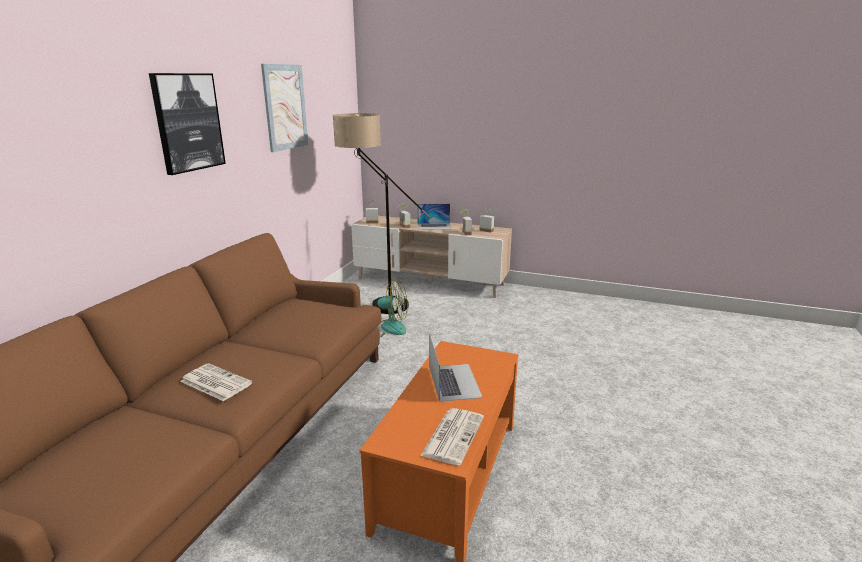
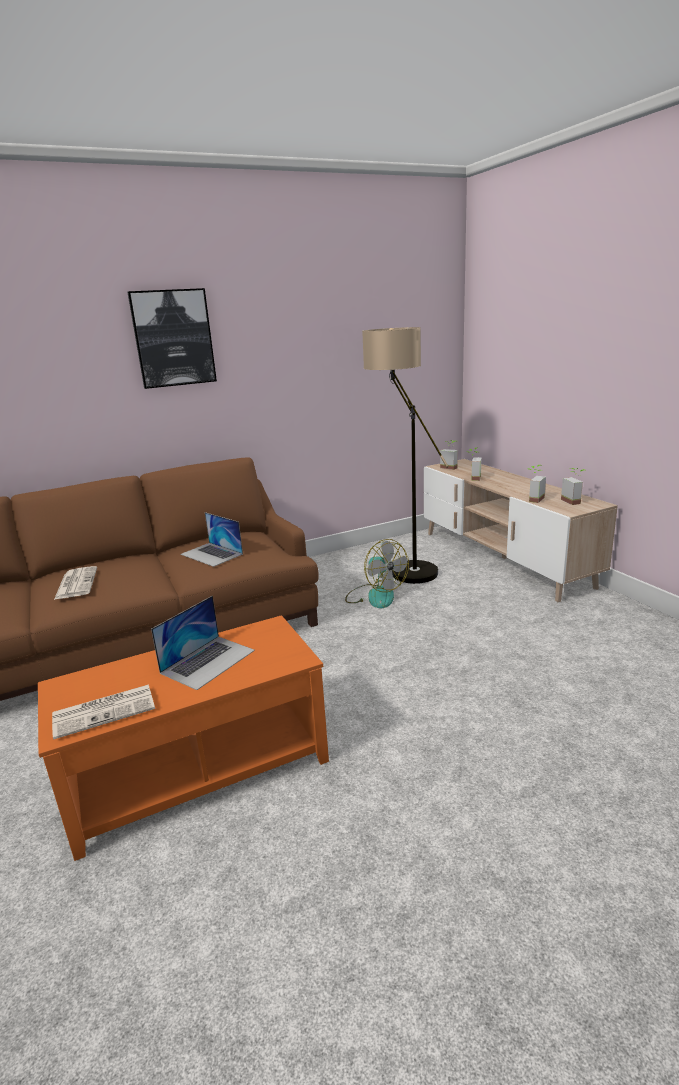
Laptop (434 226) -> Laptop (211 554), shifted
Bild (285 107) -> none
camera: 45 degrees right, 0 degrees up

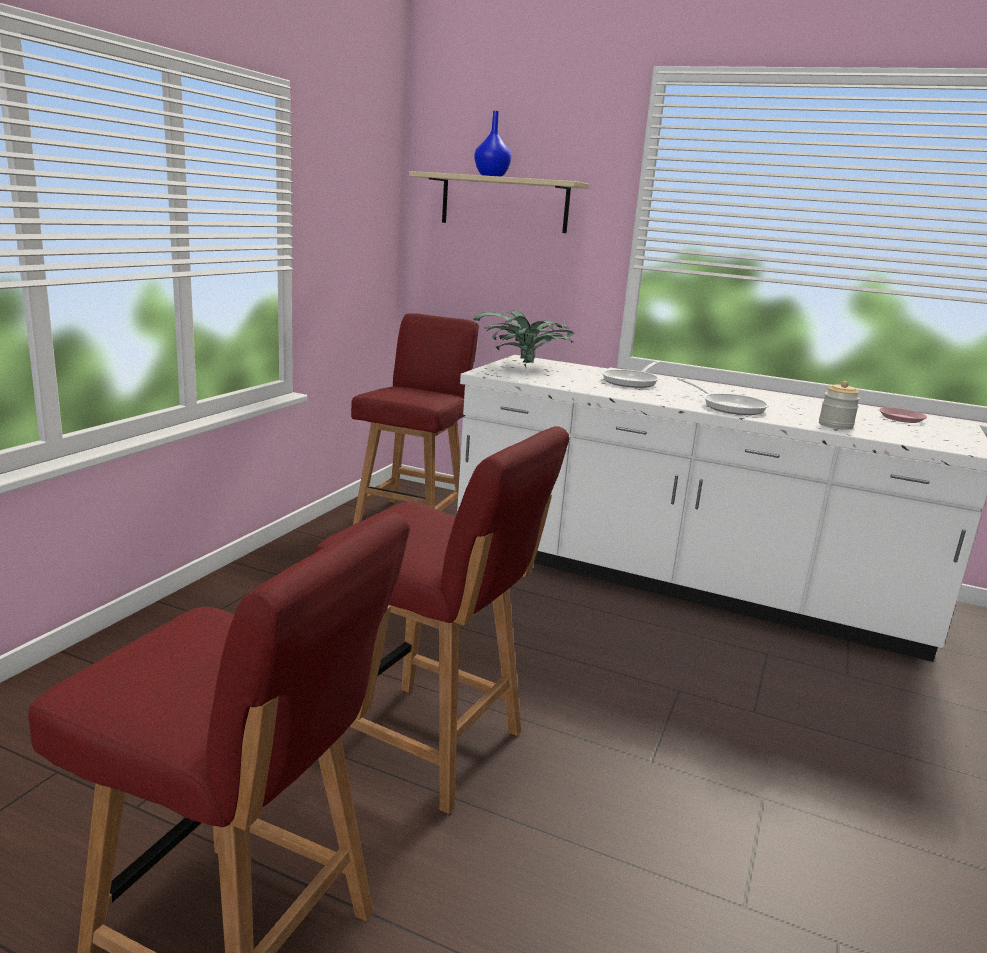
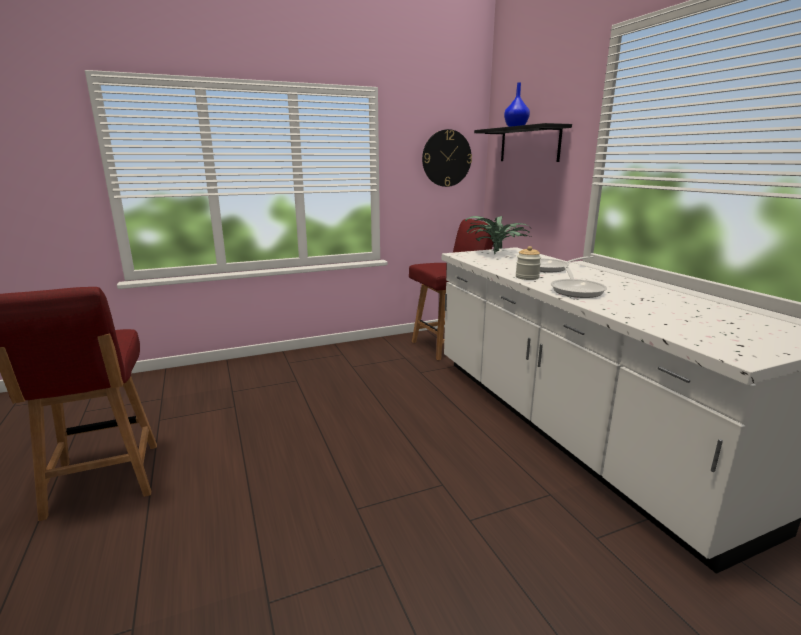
none -> Wanduhr (446 158)
Wandregal [beige] (504 203) -> Wandregal [schwarz] (529 144)
Vorratsglas (835 425) -> Vorratsglas (527 277), shifted
Stuhl [rot] (429 745) -> none
Teller [rosa] (901 418) -> none
camera: 45 degrees right, 0 degrees up

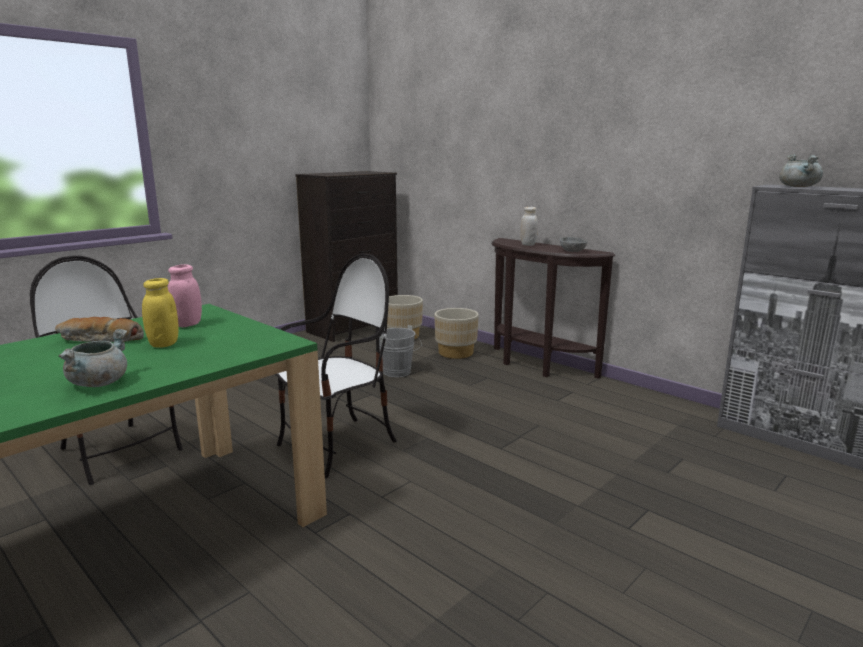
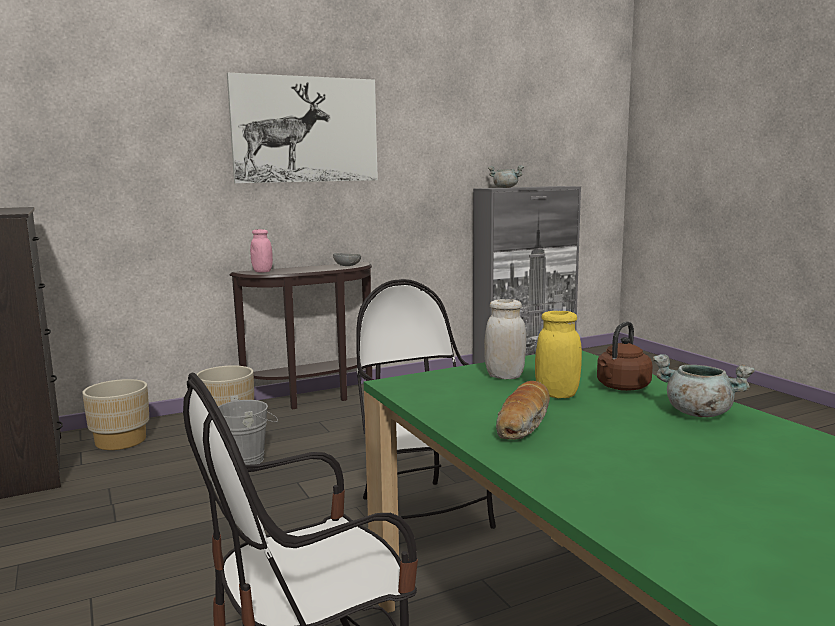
none -> Bild (305 130)
Vorratsglas [rosa] (187 324) -> Vorratsglas [rosa] (262 271), shifted
Vorratsglas [weiß] (528 245) -> Vorratsglas [weiß] (504 376), shifted
none -> Wasserkessel [braun] (621 387)
camera: 70 degrees left, 5 degrees down

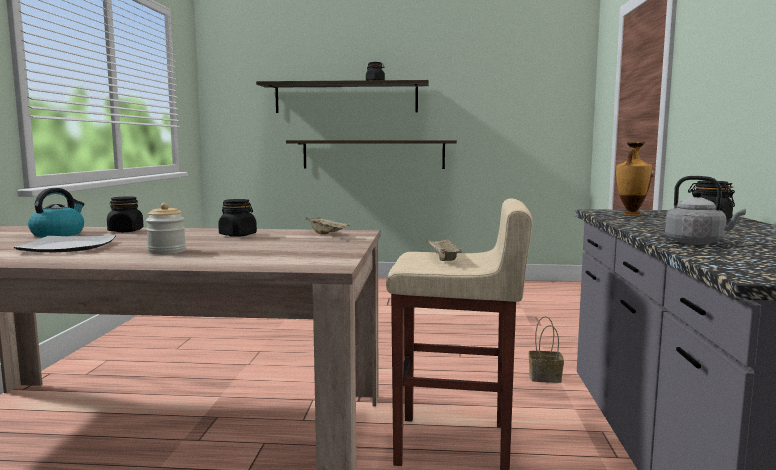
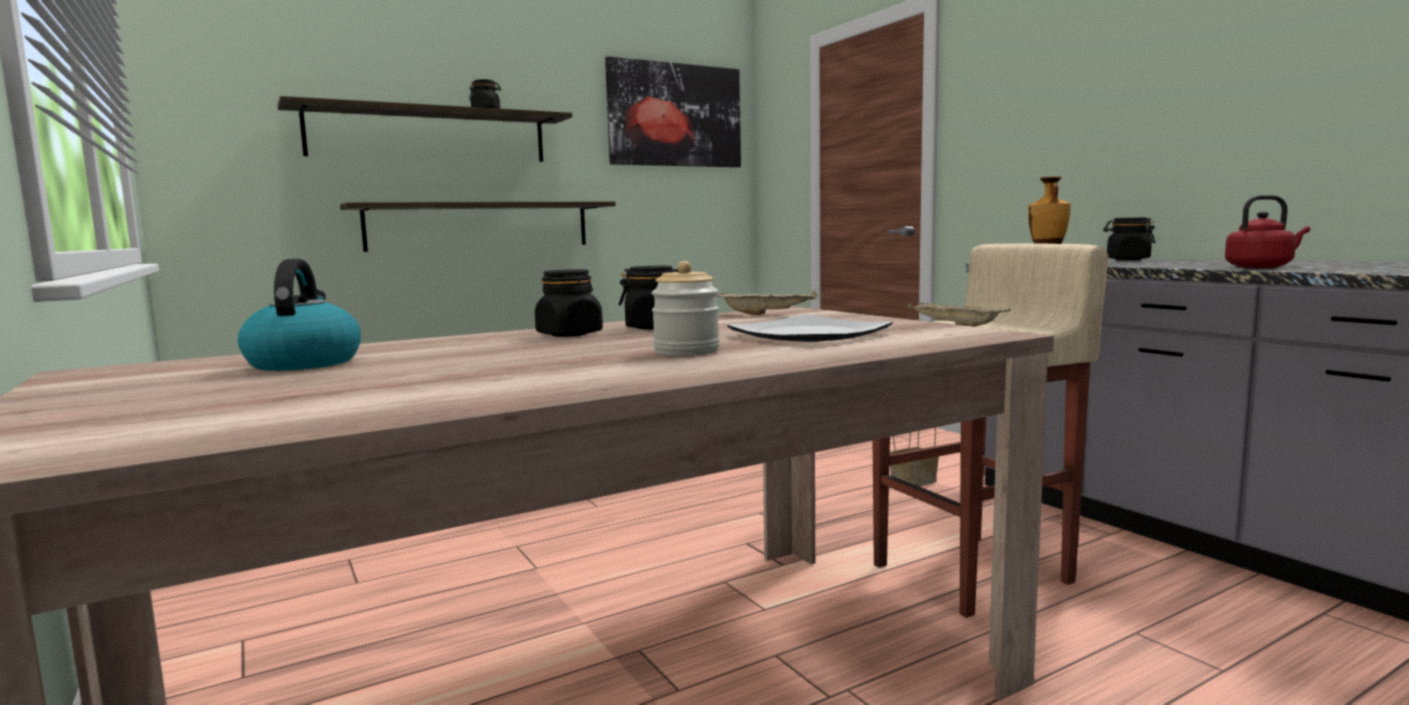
Vorratsglas [schwarz] (126 231) -> Vorratsglas [schwarz] (570 334), shifted
none -> Bild (675 115)
Teller (68 247) -> Teller (807 335), shifted
Wasserkessel [grau] (697 243) -> Wasserkessel [rot] (1261 267)
camera: 35 degrees left, 0 degrees up

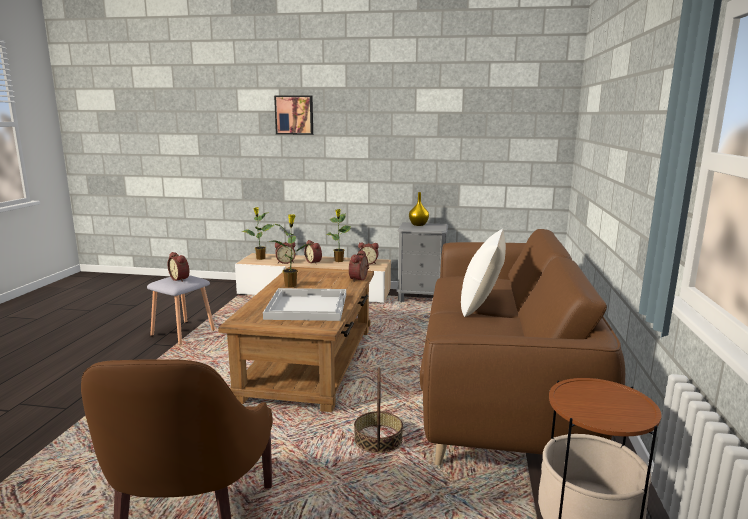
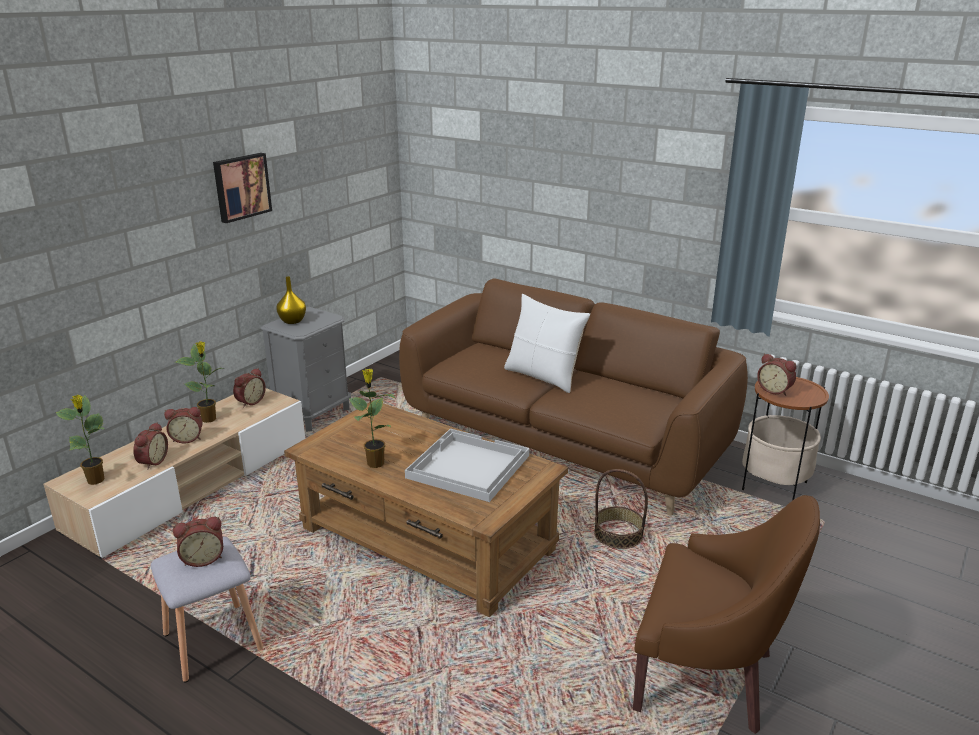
Bild (294 115) -> Bild (241 187), shifted
Wecker (360 279) -> Wecker (775 390), shifted
camera: 65 degrees left, 10 degrees up

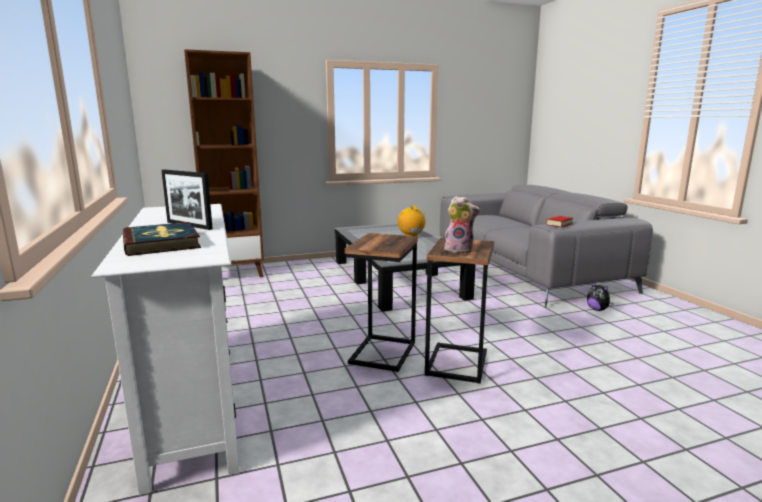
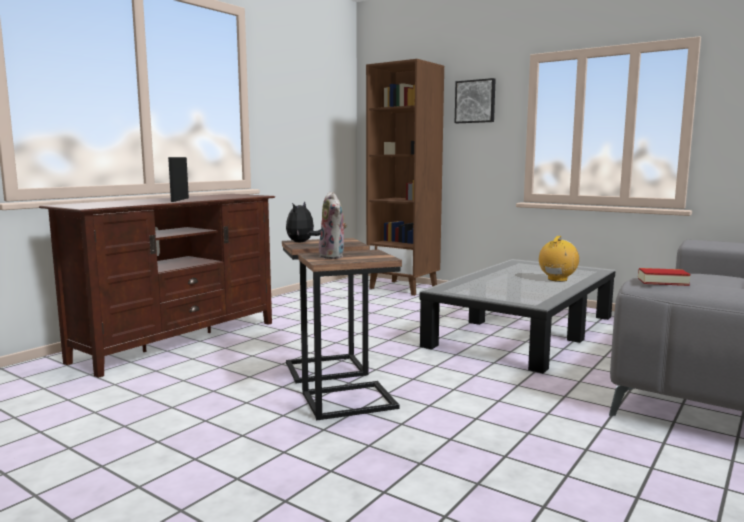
Fernsehschrank [weiß] (193 398) -> Fernsehschrank [braun] (178 341)
Plüschtier (597 309) -> Plüschtier (302 242), shifted
none -> Bild (475 101)
Buch (162 243) -> none
camera: 55 degrees right, 5 degrees down

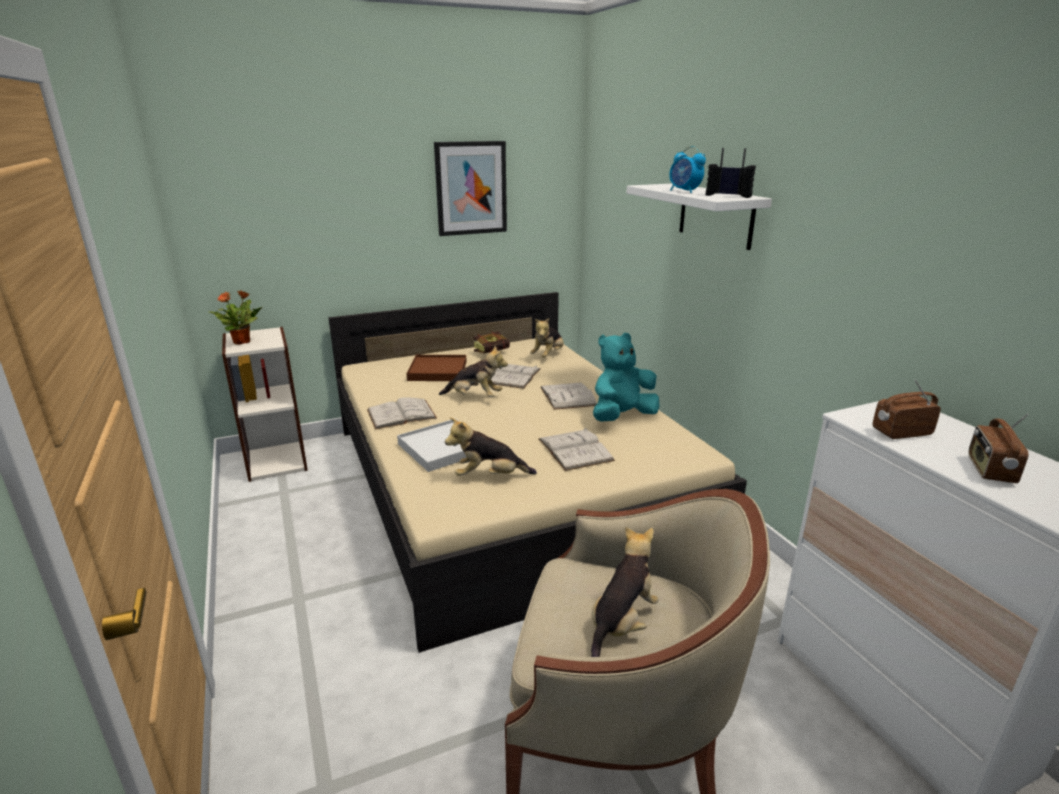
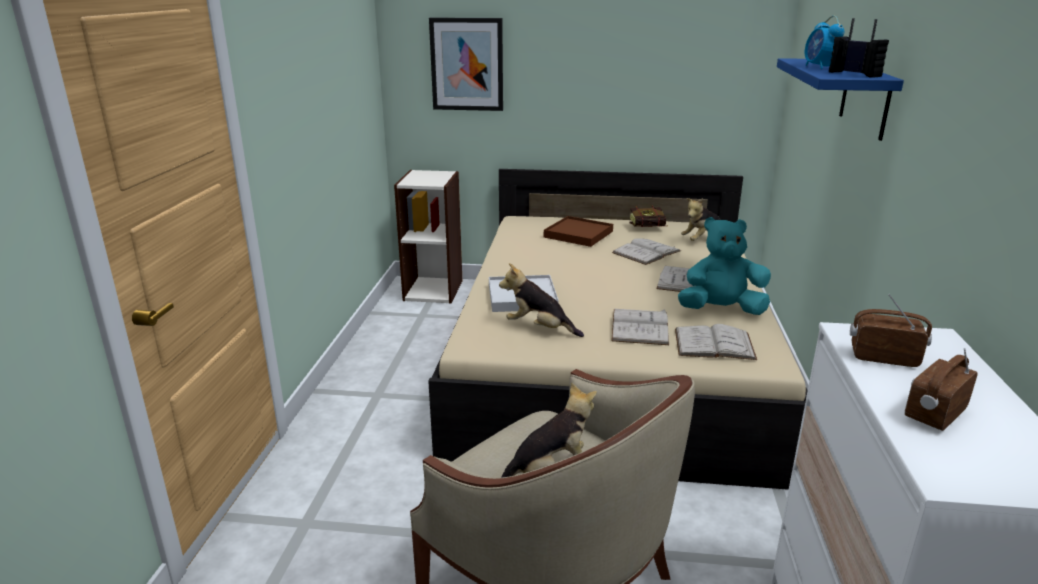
Bild (471 188) -> Bild (467 64), shifted
Buch [weiß] (401 414) -> Buch [weiß] (714 344), shifted
Wandregal [weiß] (715 215) -> Wandregal [blau] (865 98)
Topfpflanze (242 342) -> none
Plüschtier (475 397) -> none
camera: 30 degrees right, 0 degrees up

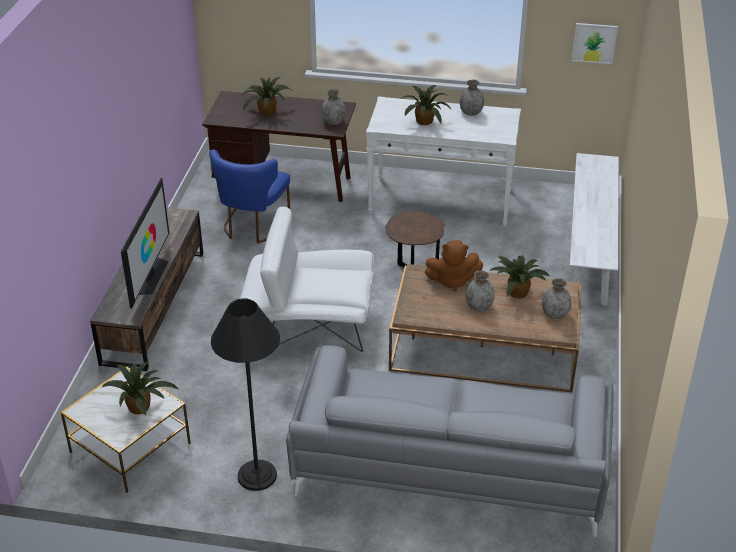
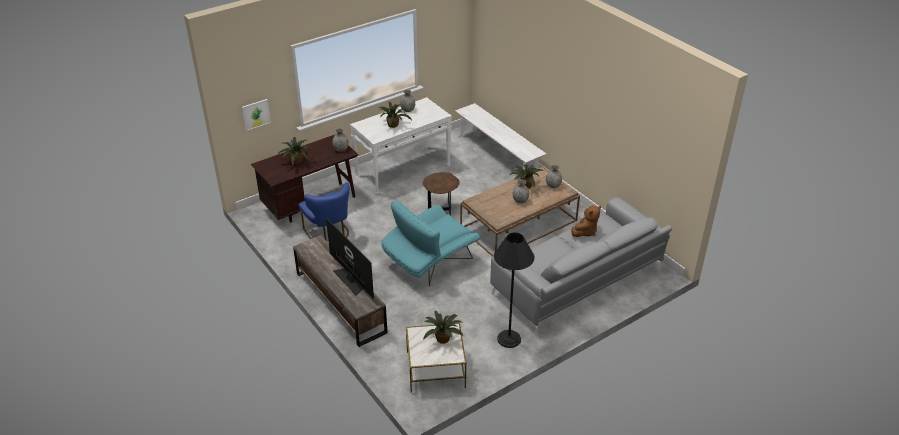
Bild (594 43) -> Bild (256 114), shifted
Sessel [weiß] (308 324) -> Sessel [türkis] (430 262)
Plüschtier [braun] (452 281) -> Plüschtier [braun] (585 232), shifted
camera: 45 degrees left, 0 degrees up

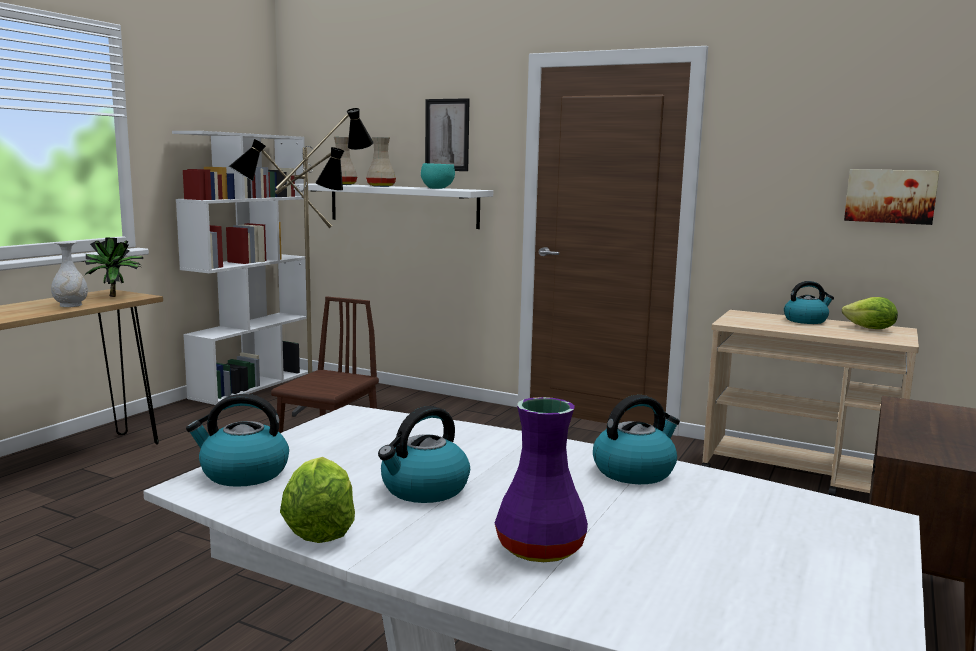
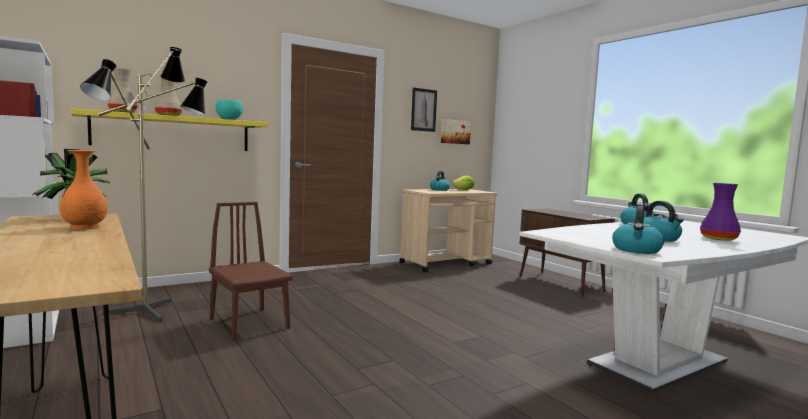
Vase [weiß] (71 305) -> Vase [orange] (85 227)
Wandregal [weiß] (402 205) -> Wandregal [gelb] (174 133)
Bild (447 135) -> Bild (423 110), shifted
Salatkopf (320 528) -> none
camera: 60 degrees left, 5 degrees down

